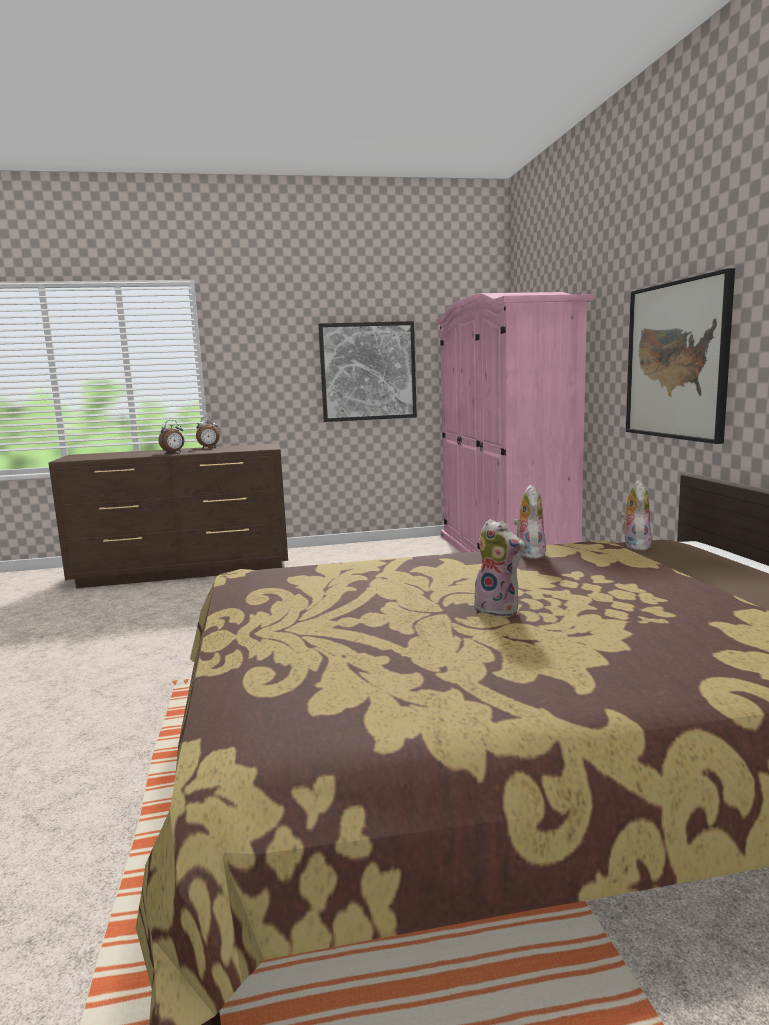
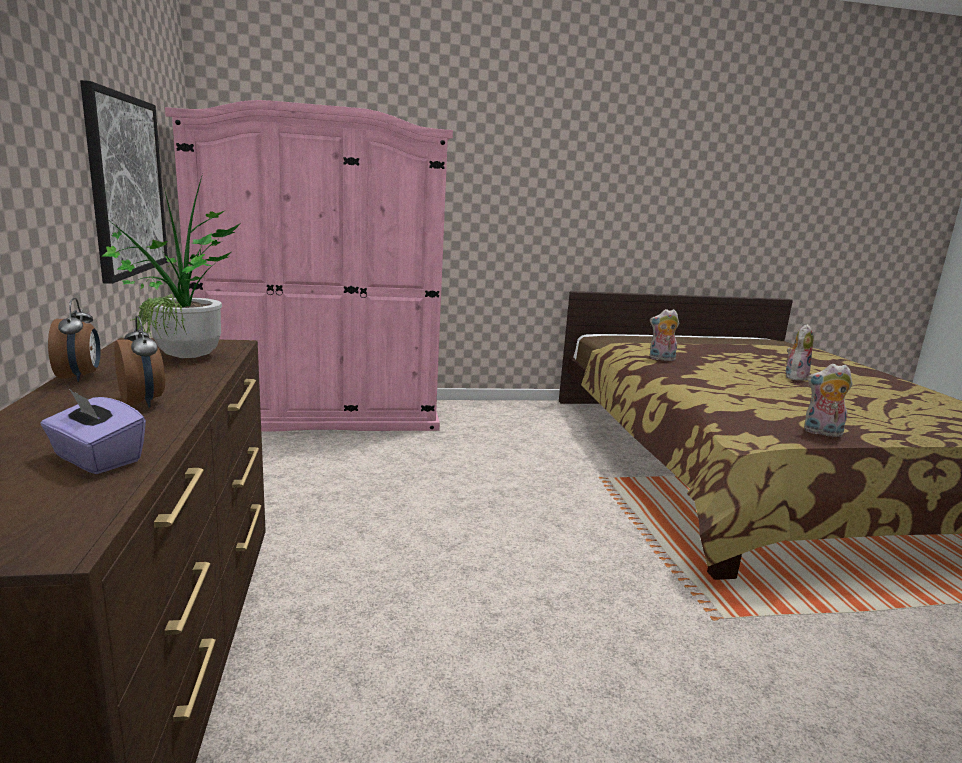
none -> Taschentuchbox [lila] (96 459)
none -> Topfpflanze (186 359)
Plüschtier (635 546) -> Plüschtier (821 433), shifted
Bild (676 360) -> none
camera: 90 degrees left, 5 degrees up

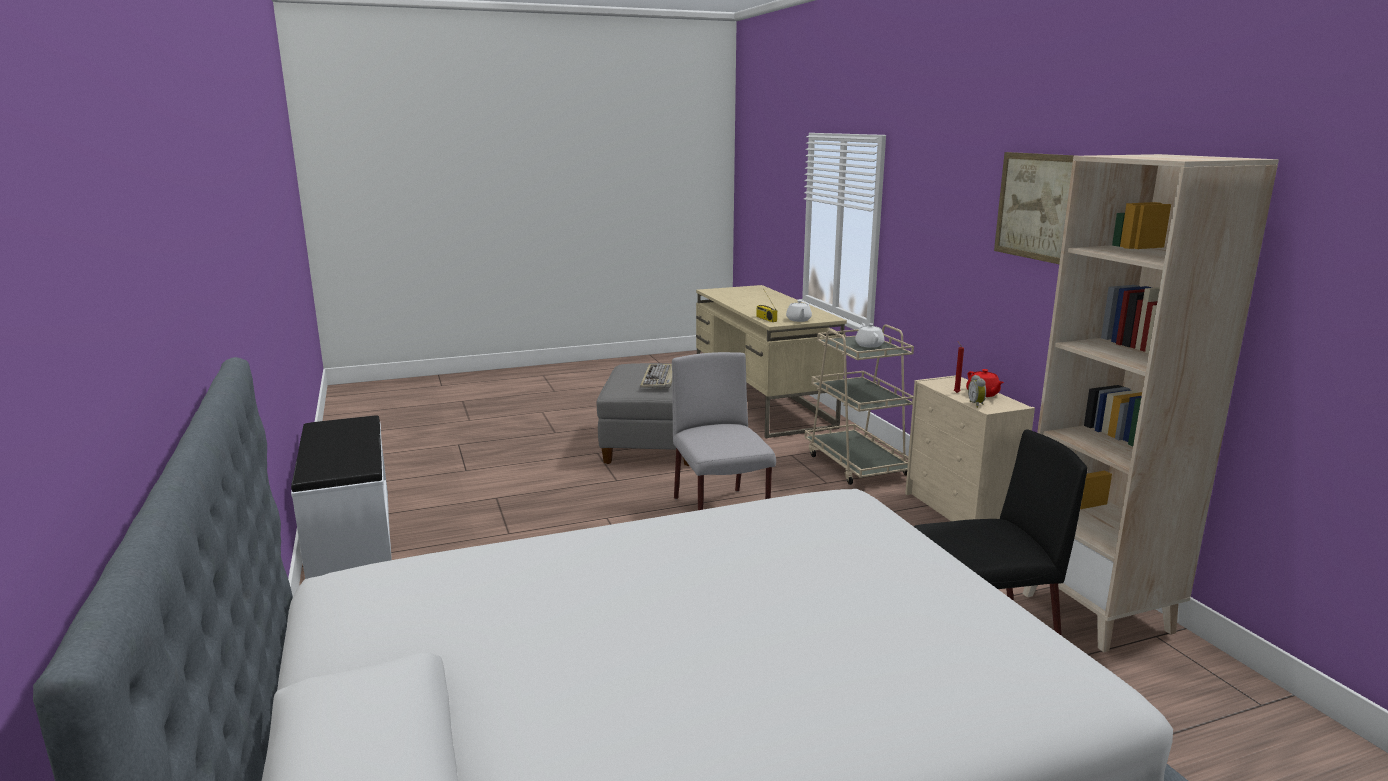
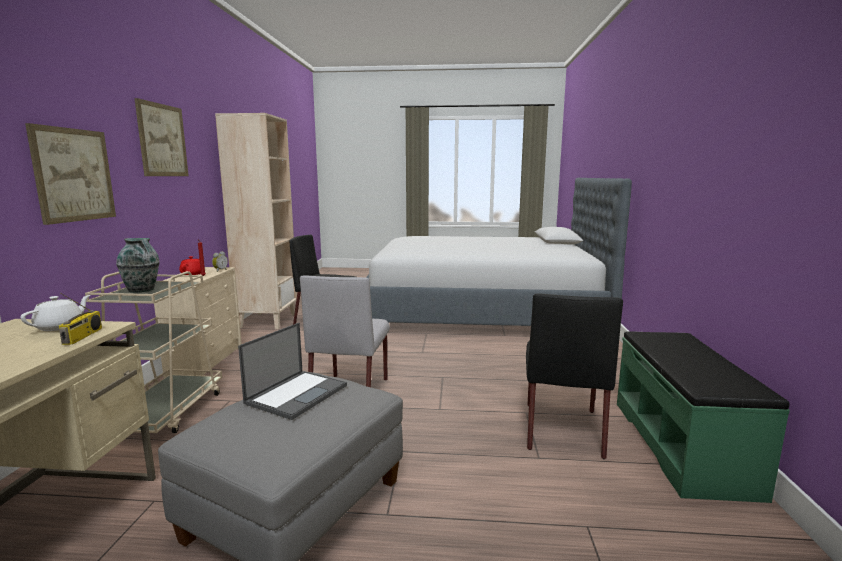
none -> Bild (74 175)
Teekanne [weiß] (869 345) -> Vase (142 290)
Tastatur (659 378) -> Laptop (297 394)
none -> Stuhl [schwarz] (562 428)
Bank [weiß] (349 533) -> Bank [grün] (681 445)
camera: 155 degrees left, 5 degrees down

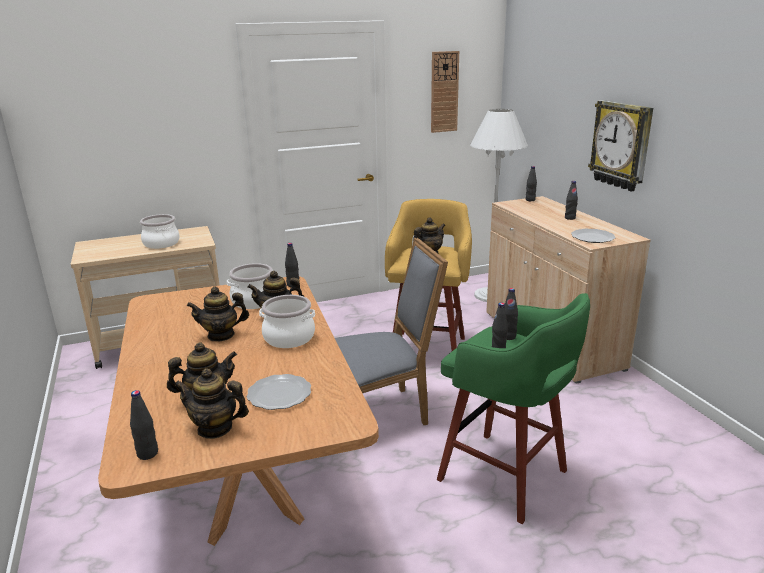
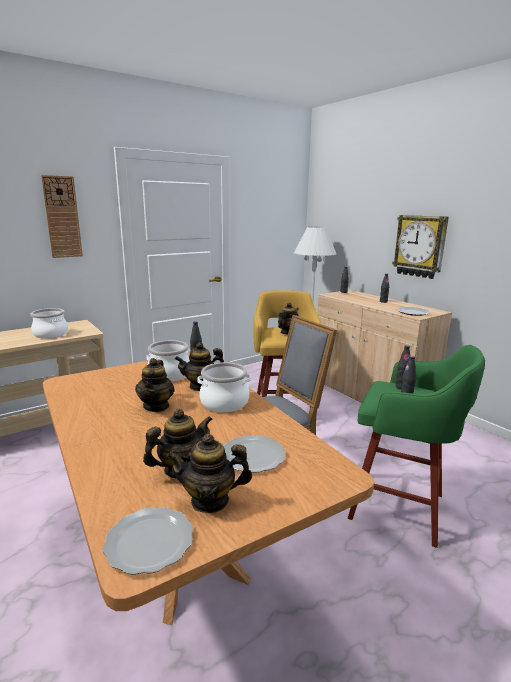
Wanduhr (444 92) -> Wanduhr (62 217), shifted
Flasche [schwarz] (148 454) -> Teller (149 543)
Teekanne (221 335) -> Teekanne (156 406), 60 degrees counterclockwise
camera: 15 degrees left, 5 degrees down

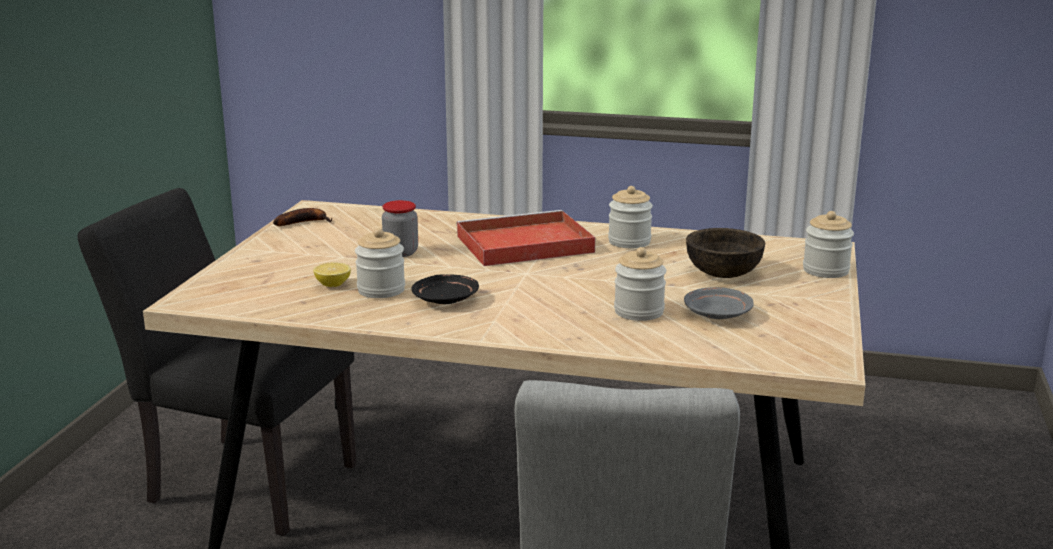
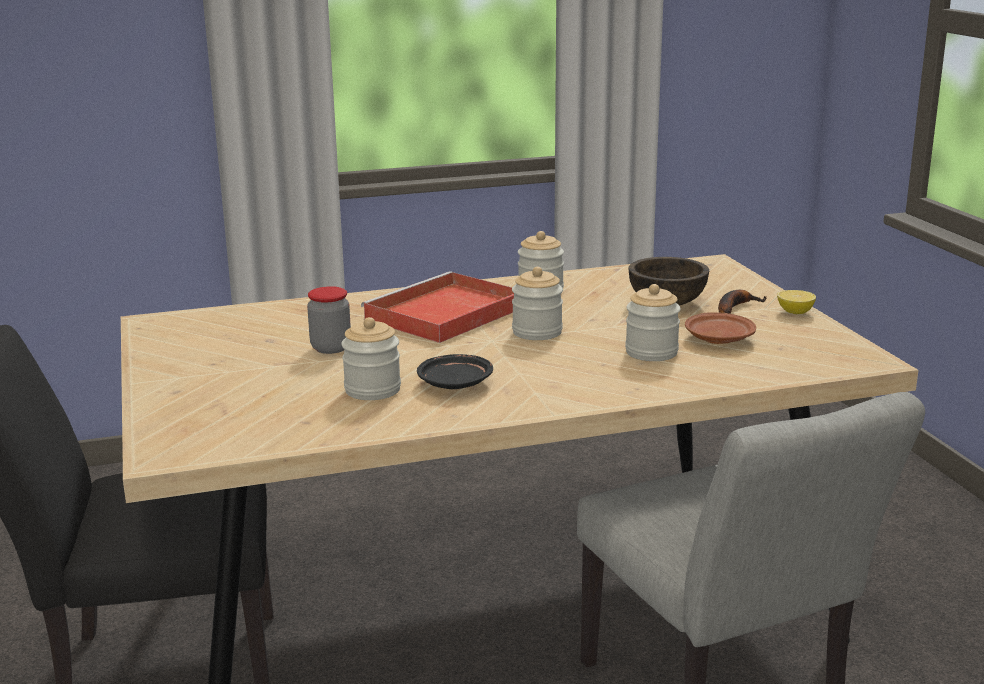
Vorratsglas (825 270) -> Vorratsglas (537 332), shifted
Teller [grau] (717 314) -> Teller [braun] (718 338)
Banane (304 222) -> Banane (734 307), shifted
Zitrone (333 285) -> Zitrone (795 312), shifted
camera: 30 degrees left, 0 degrees up

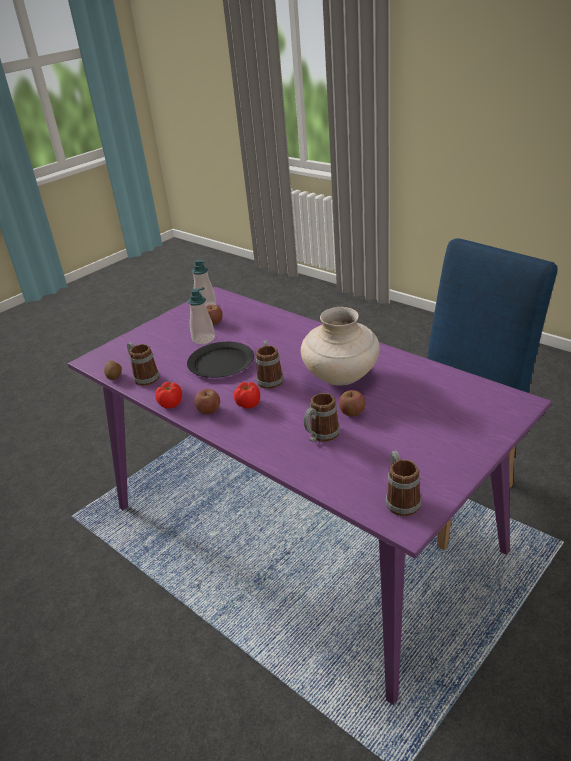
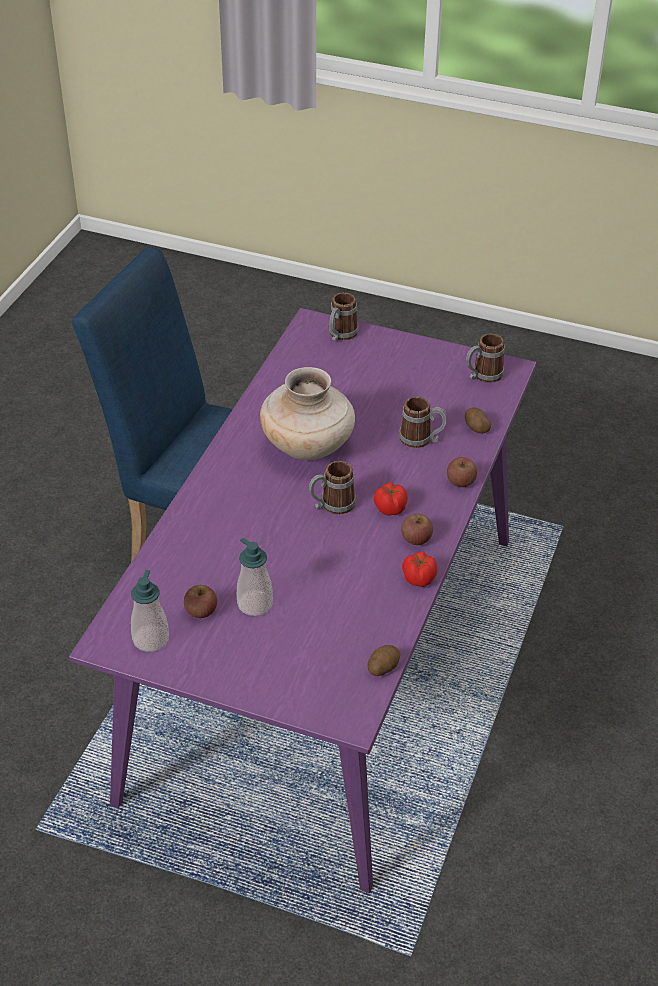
Henkelbecher (143 377) -> Henkelbecher (340 335), shifted
Apfel (352 412) -> Apfel (461 481), shifted
none -> Kartoffel (476 427)
Teller [schwarz] (220 363) -> none
camera: 115 degrees left, 10 degrees up

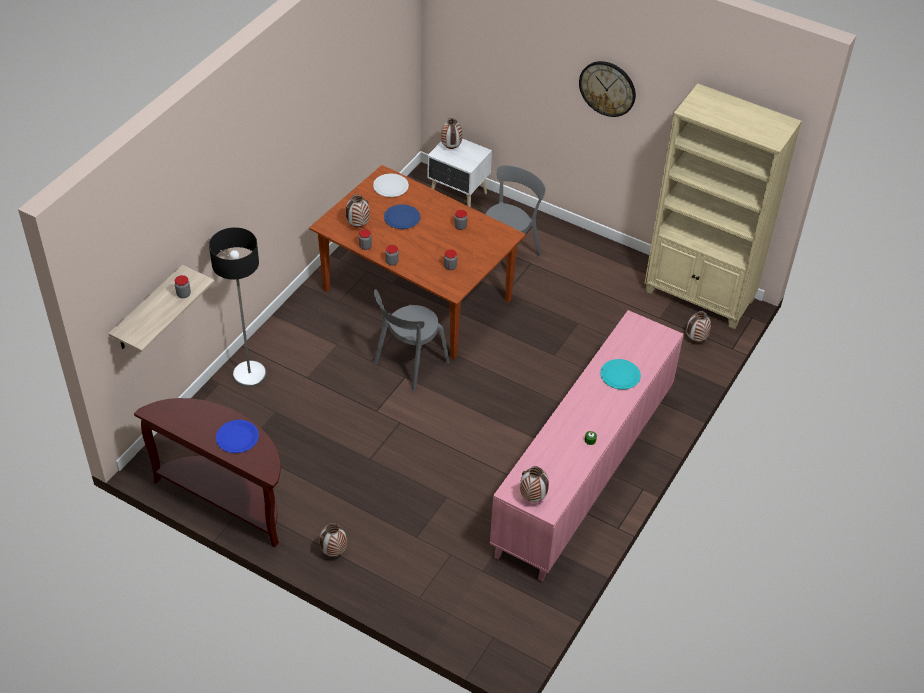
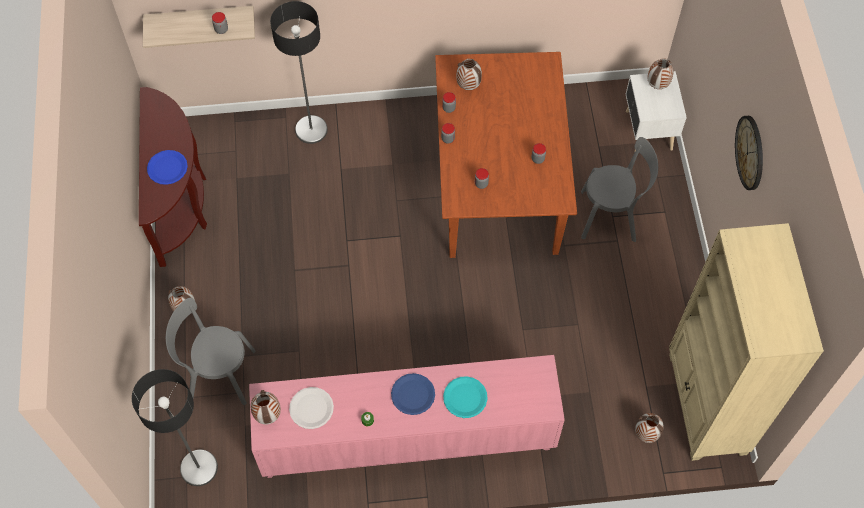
none -> Stehlampe (198 467)
Stuhl [grau] (409 364) -> Stuhl [grau] (218 374), shifted
Teller [weiß] (391 186) -> Teller [weiß] (311 408), shifted
Teller [blau] (402 218) -> Teller [blau] (413 394), shifted
camera: 55 degrees right, 15 degrees up

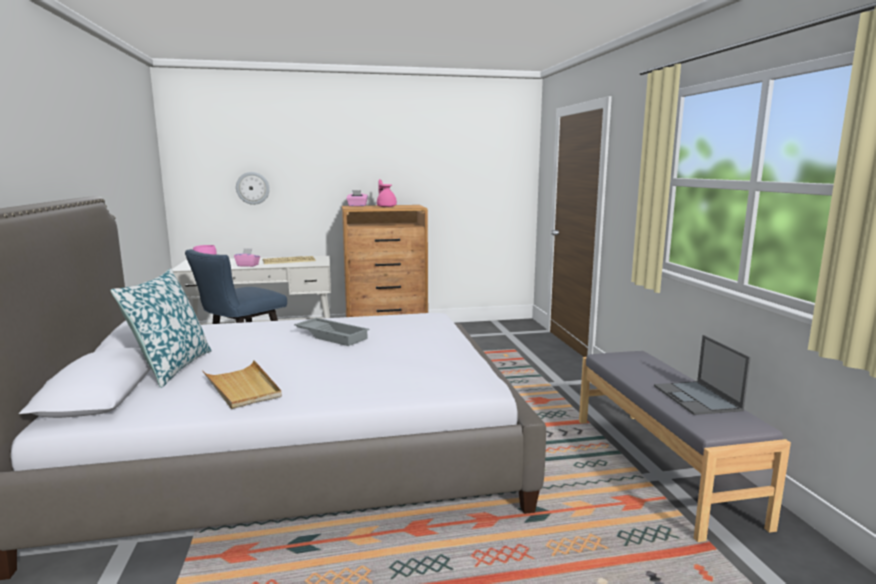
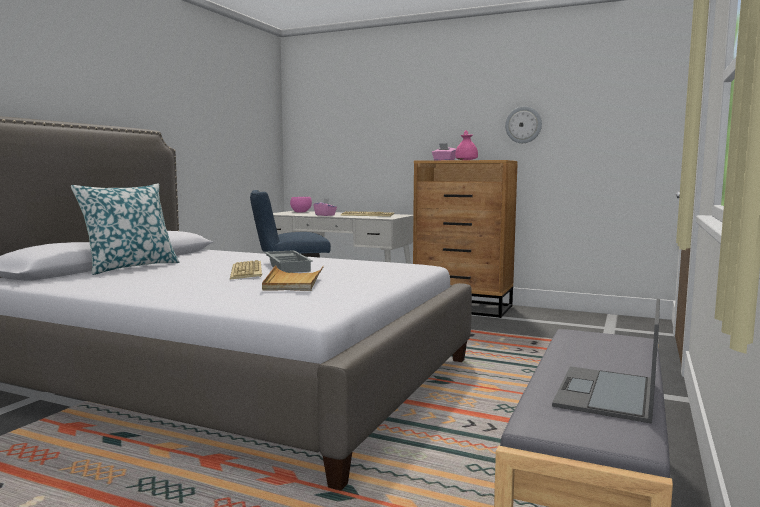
none -> Tastatur (247 271)
Tablett [beige] (242 387) -> Tablett [beige] (293 281), shifted
Wanduhr (252 188) -> Wanduhr (523 125), shifted
camera: 35 degrees right, 5 degrees down

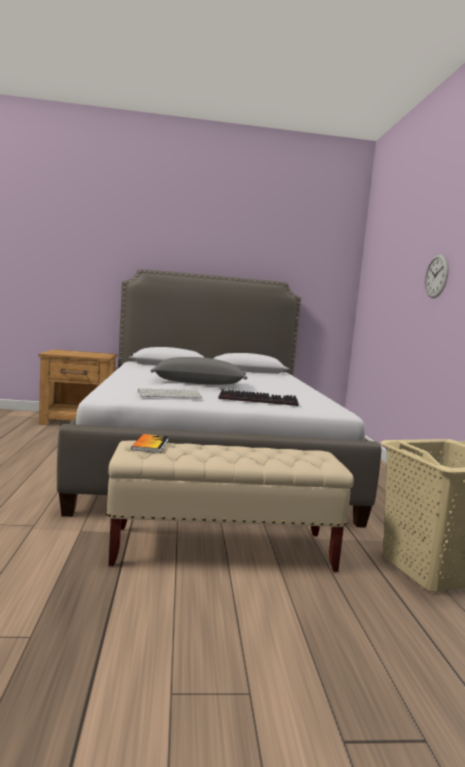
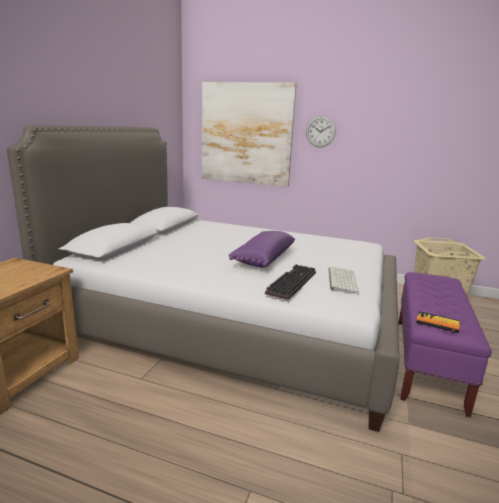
none -> Bild (246 134)
Kissen [grau] (199 383) -> Kissen [lila] (262 258)
Tastatur (259 400) -> Tastatur (291 282), shifted
Bank [beige] (223 549) -> Bank [lila] (427 361)
camera: 65 degrees left, 10 degrees up

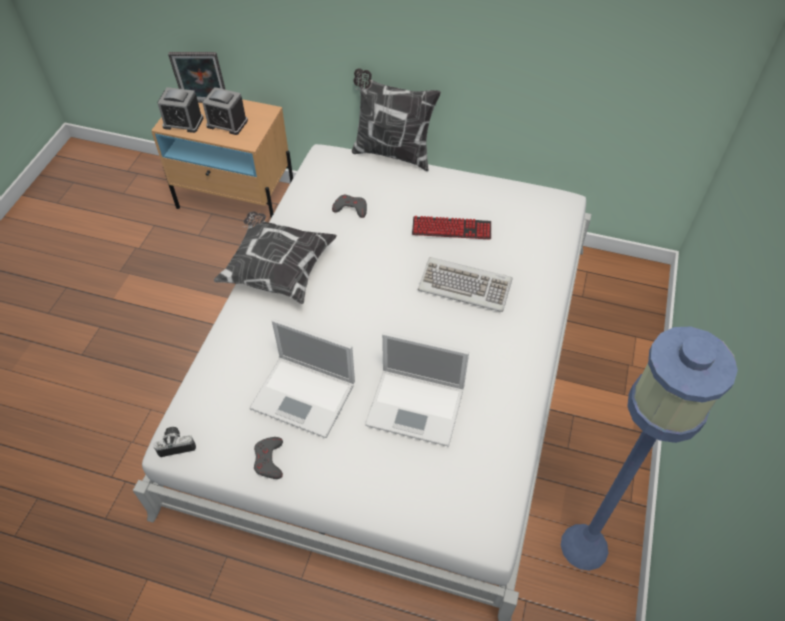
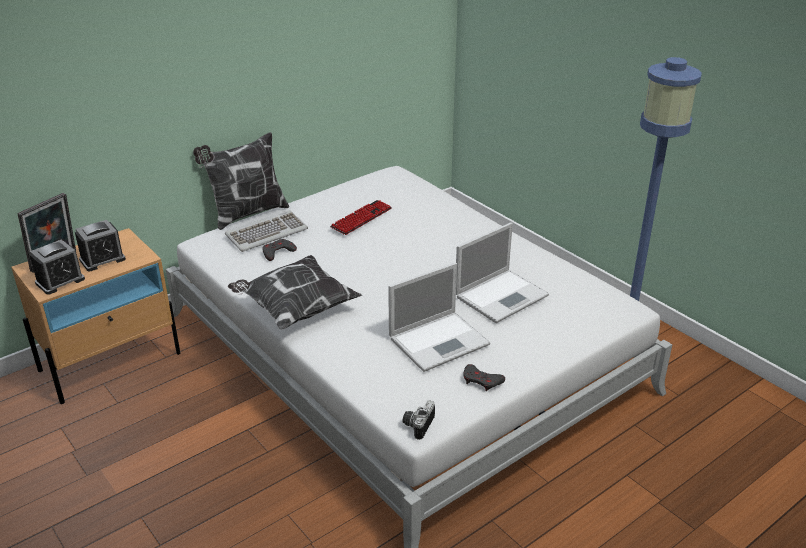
Tastatur (465 286) -> Tastatur (266 233), shifted
camera: 55 degrees left, 20 degrees down

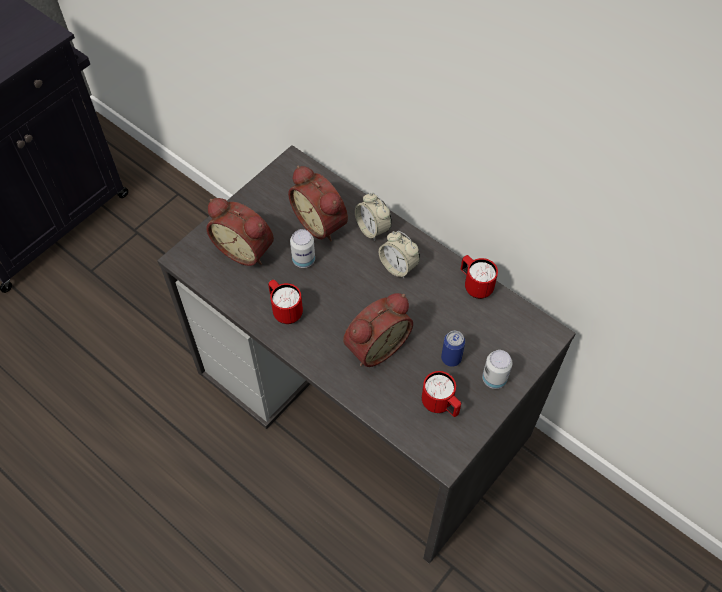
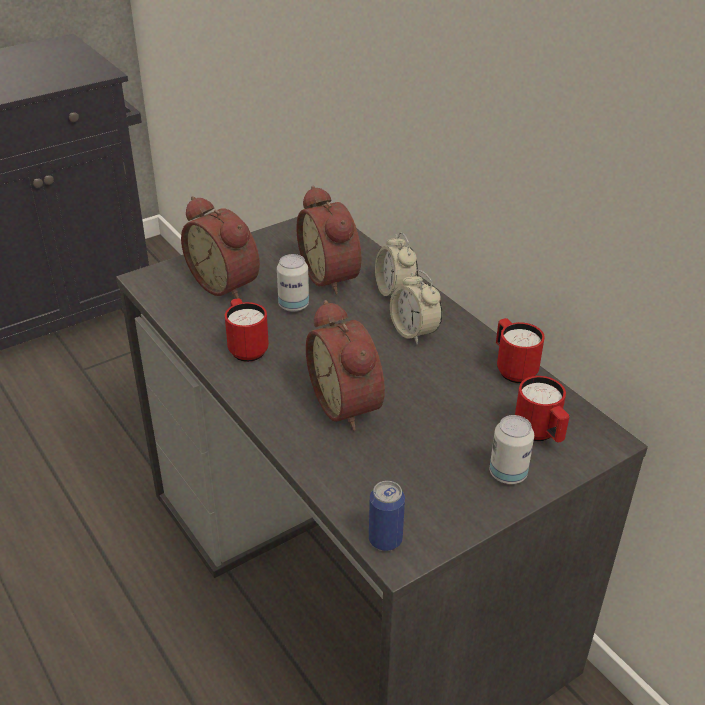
Wecker (375 345) -> Wecker (349 404), 90 degrees clockwise
Dose (451 358) -> Dose (385 540), shifted
Henkelbecher [rot] (440 405) -> Henkelbecher [rot] (540 434), shifted
camera: 15 degrees right, 20 degrees down

